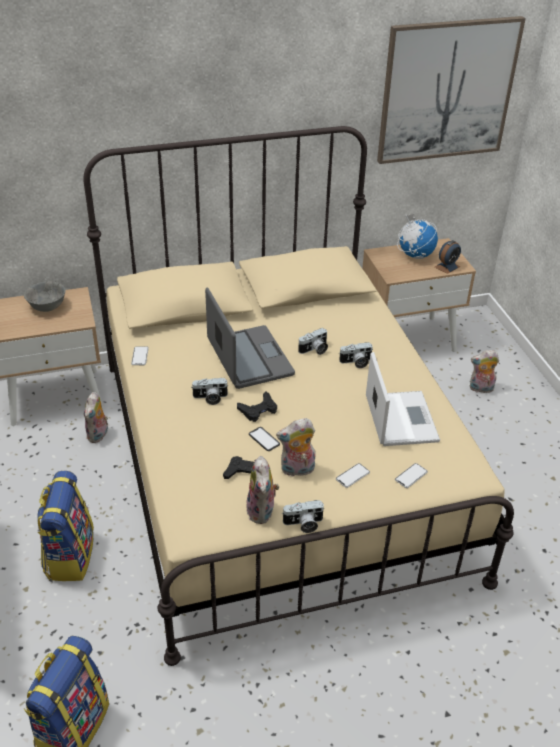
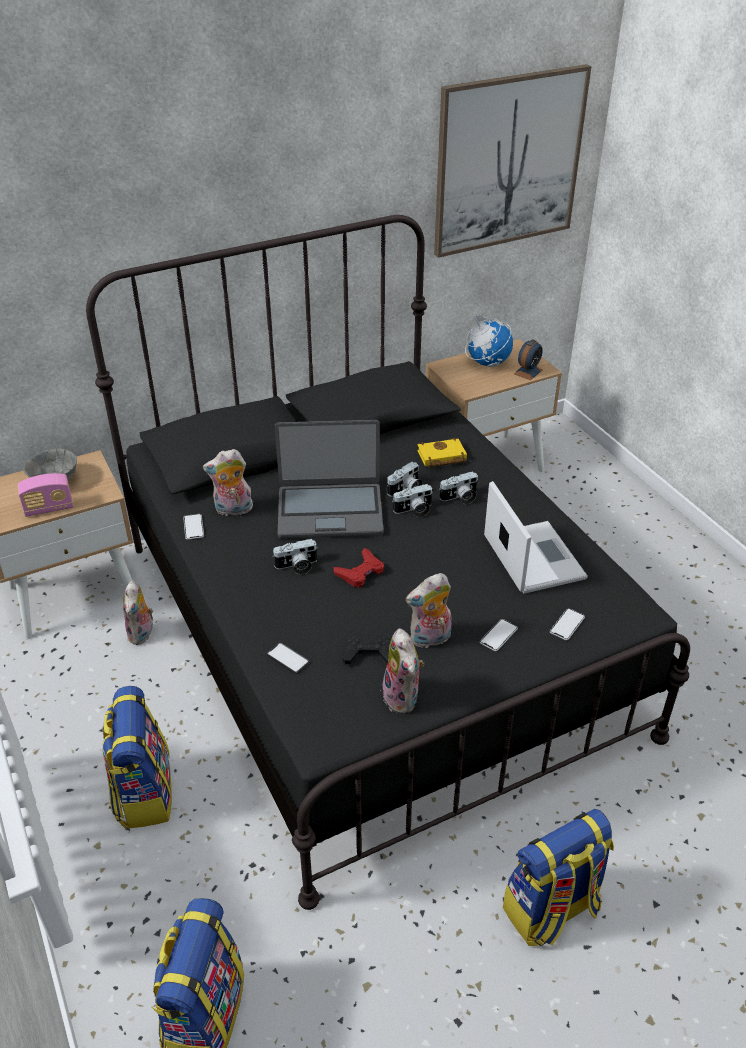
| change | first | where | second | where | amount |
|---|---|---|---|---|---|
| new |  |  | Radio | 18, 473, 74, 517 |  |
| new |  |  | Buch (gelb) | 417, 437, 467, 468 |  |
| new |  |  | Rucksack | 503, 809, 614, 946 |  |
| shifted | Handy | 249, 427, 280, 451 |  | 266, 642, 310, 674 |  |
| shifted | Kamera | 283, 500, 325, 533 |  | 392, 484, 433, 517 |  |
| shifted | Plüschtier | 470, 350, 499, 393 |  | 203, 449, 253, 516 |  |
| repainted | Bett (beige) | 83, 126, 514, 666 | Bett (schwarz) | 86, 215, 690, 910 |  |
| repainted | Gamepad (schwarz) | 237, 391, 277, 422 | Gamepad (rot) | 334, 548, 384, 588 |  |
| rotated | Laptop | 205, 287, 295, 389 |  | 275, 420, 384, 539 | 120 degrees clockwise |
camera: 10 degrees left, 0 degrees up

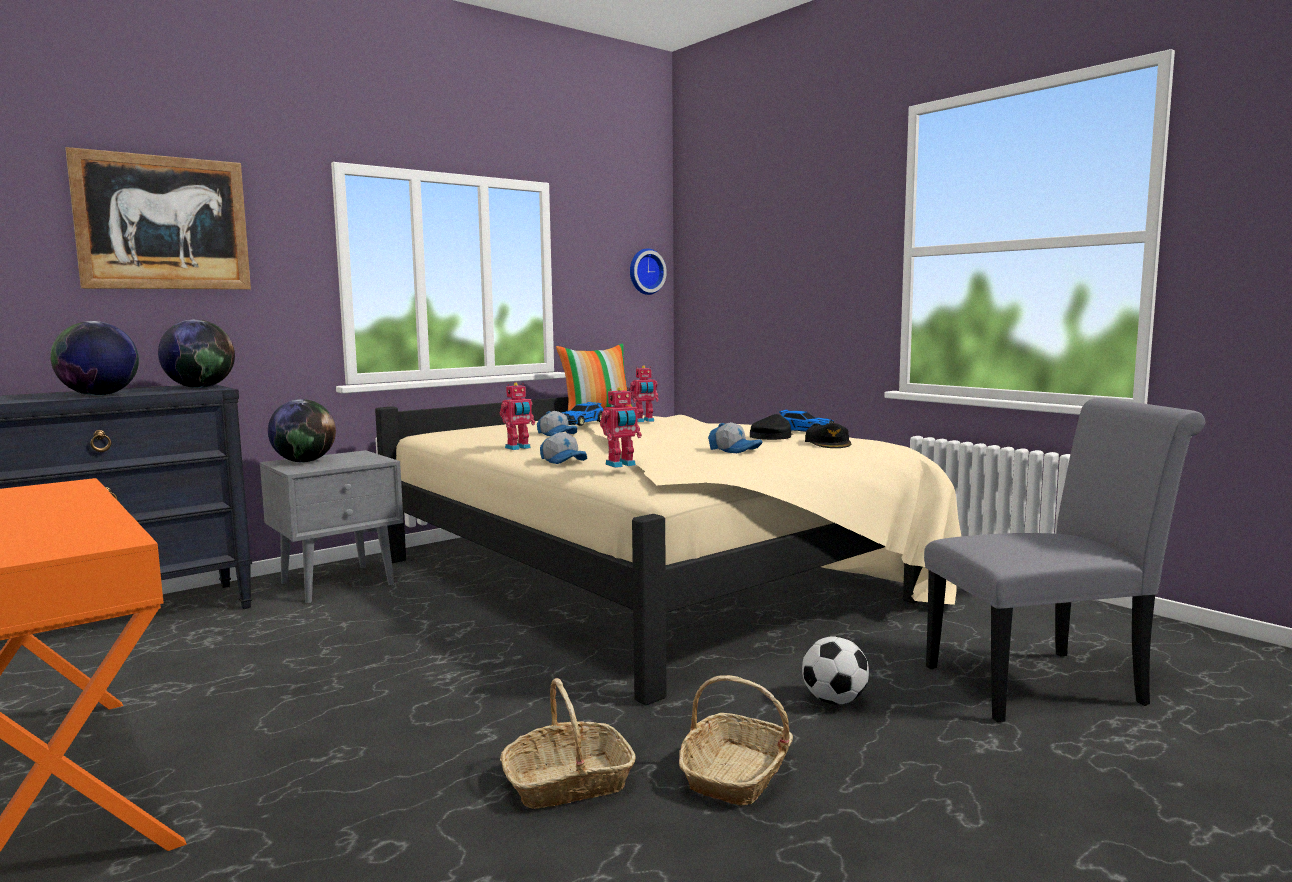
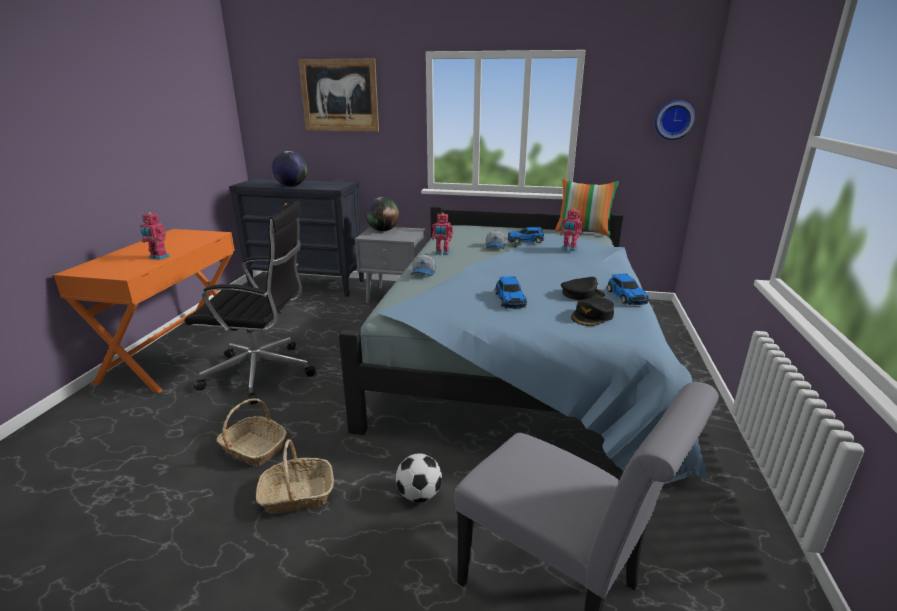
| change | first | where | second | where | amount |
|---|---|---|---|---|---|
| gone | Globus | 158, 319, 235, 388 |  |  |  |
| new |  |  | Bürostuhl (schwarz) | 184, 201, 315, 405 |  |
| shifted | Spielzeugroboter | 600, 387, 642, 468 |  | 140, 212, 170, 260 |  |
| swapped | Kappe | 708, 422, 763, 453 | Spielzeugauto | 495, 276, 527, 309 |  |
| repainted | Bett (beige) | 375, 388, 961, 706 | Bett (blau) | 339, 206, 707, 484 |  |
camera: 50 degrees right, 15 degrees up

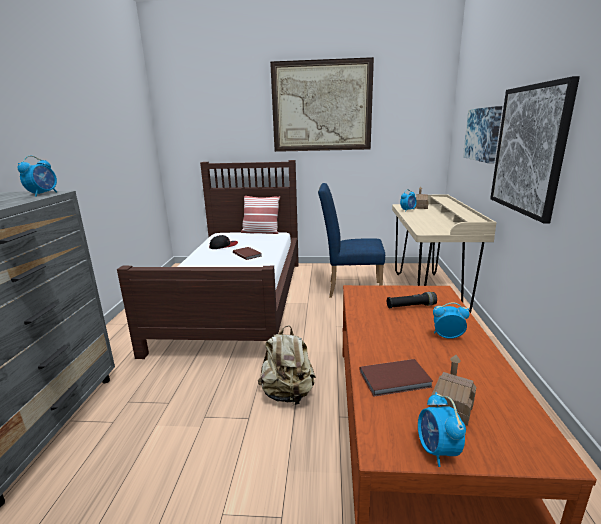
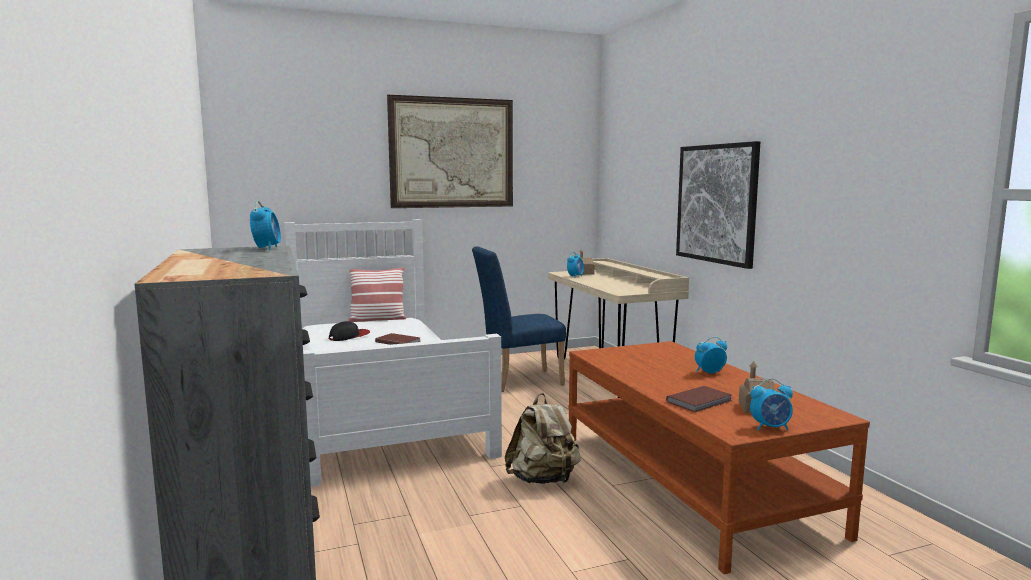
| change | first | where | second | where | amount |
|---|---|---|---|---|---|
| gone | Taschenlampe (schwarz) | 387, 292, 437, 309 |  |  |  |
| gone | Bild | 463, 106, 502, 164 |  |  |  |
| repainted | Bett (braun) | 117, 160, 299, 359 | Bett (weiß) | 285, 219, 502, 487 |  |
| rotated | Wecker | 418, 392, 466, 467 |  | 750, 378, 793, 430 | 60 degrees counterclockwise |
camera: 25 degrees left, 10 degrees down

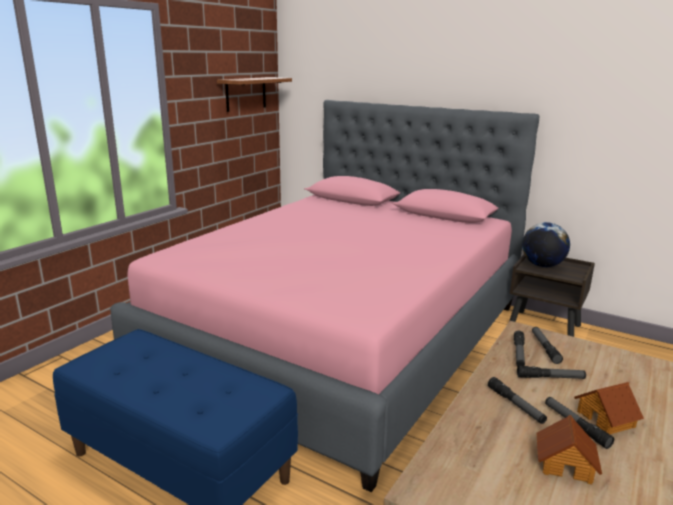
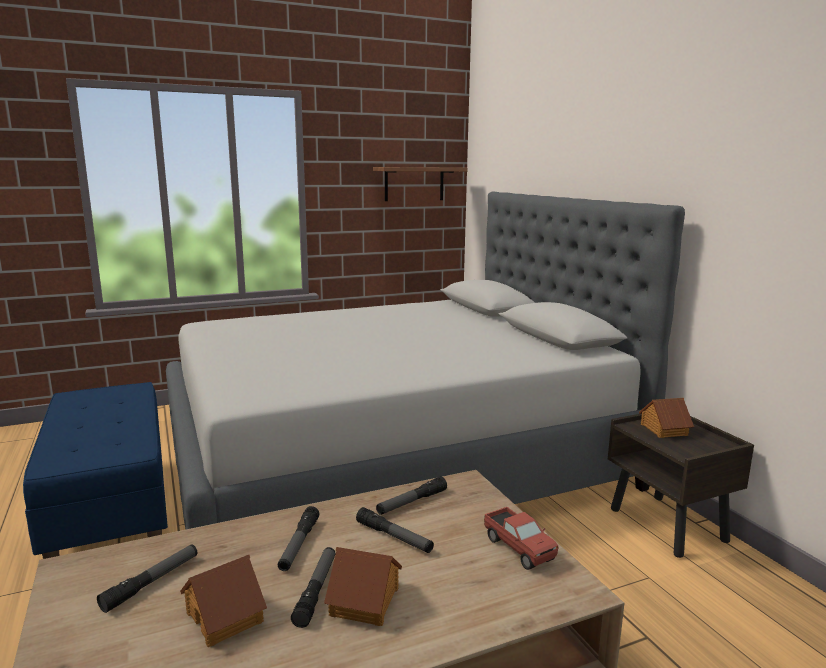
| change | first | where | second | where | amount |
|---|---|---|---|---|---|
| new |  |  | Spielzeuglaster | 484, 507, 558, 570 |  |
| shifted | Taschenlampe | 532, 327, 563, 364 |  | 97, 545, 197, 613 |  |
| swapped | Globus | 522, 222, 570, 267 | Spielzeughaus | 639, 398, 694, 438 |  |
| repainted | Bett (rosa) | 110, 100, 539, 492 | Bett (grau) | 166, 192, 685, 530 |  |
camera: 35 degrees right, 5 degrees down

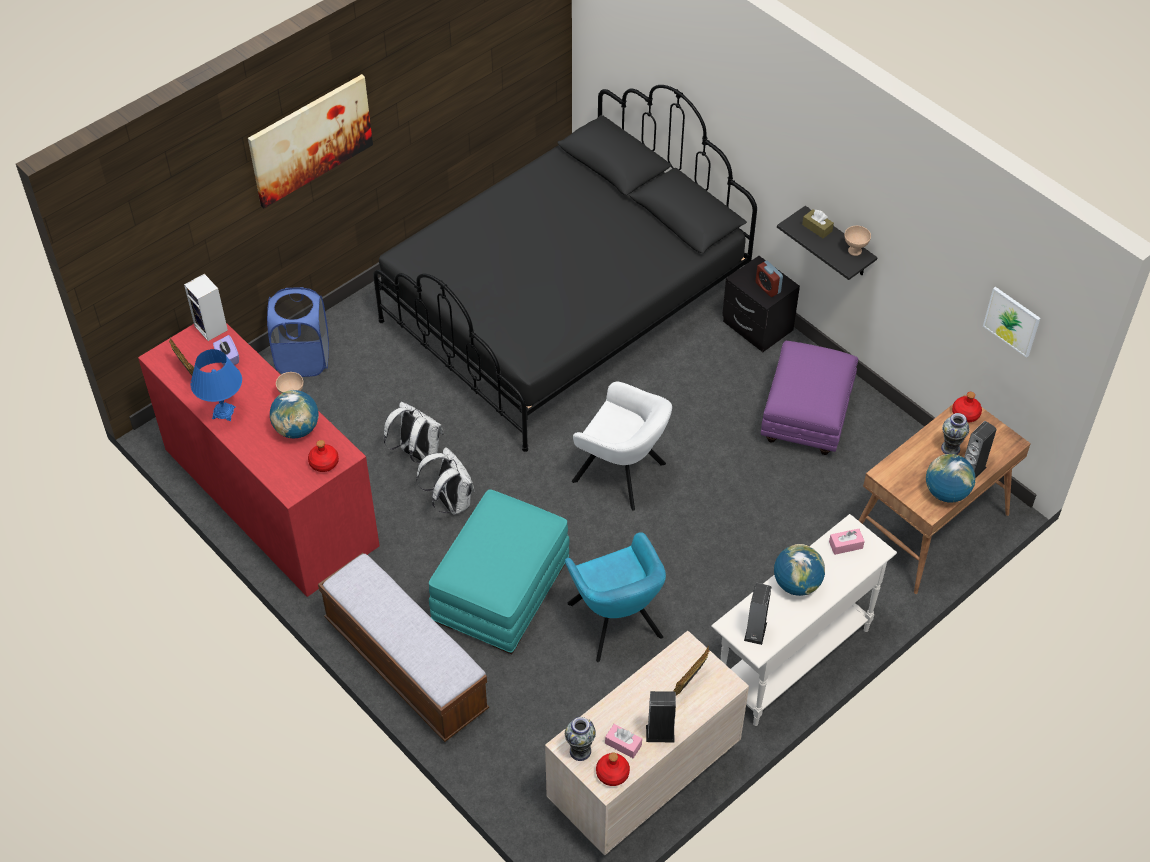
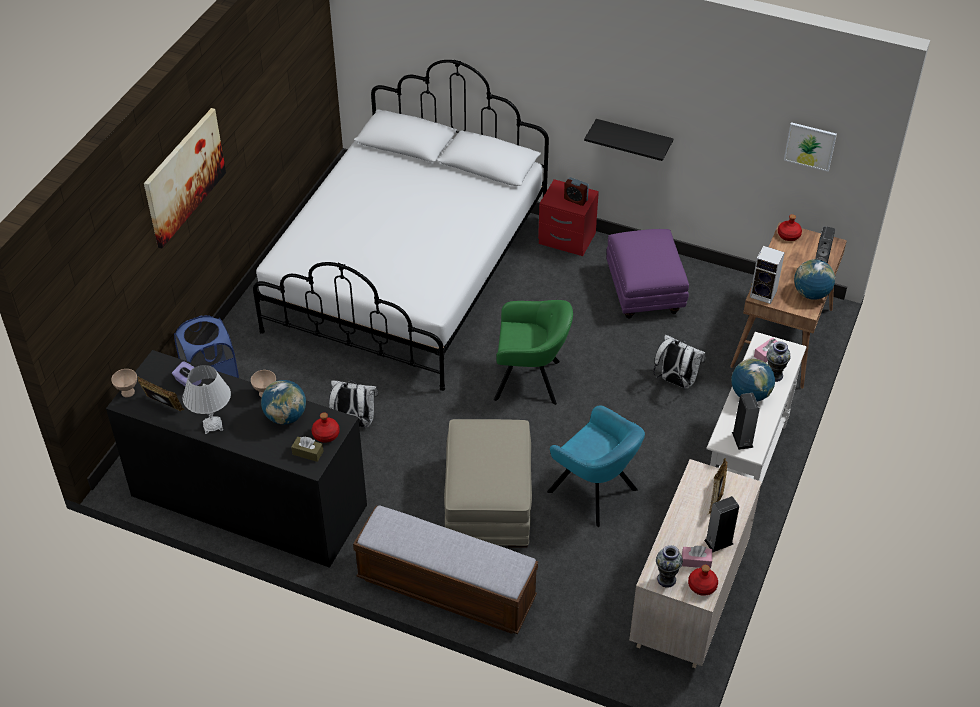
| change | first | where | second | where | amount |
|---|---|---|---|---|---|
| shifted | Lautsprecher | 184, 274, 228, 341 |  | 750, 246, 785, 304 |  |
| shifted | Rucksack (weiß) | 416, 447, 475, 515 |  | 653, 335, 706, 389 |  |
| shifted | Taschentuchbox (braun) | 802, 209, 834, 238 |  | 291, 437, 323, 462 |  |
| shifted | Schüssel (beige) | 845, 226, 871, 256 |  | 111, 369, 137, 397 |  |
| shifted | Vase | 941, 413, 969, 455 |  | 766, 341, 790, 382 |  |
| repainted | Kommode (rot) | 138, 323, 380, 597 | Kommode (schwarz) | 106, 350, 367, 568 |  |
| repainted | Tischlampe (blau) | 190, 349, 242, 421 | Tischlampe (weiß) | 182, 365, 231, 434 |  |
| repainted | Bett (schwarz) | 373, 85, 757, 452 | Bett (weiß) | 253, 60, 549, 391 |  |
| repainted | Polsterhocker (türkis) | 429, 490, 569, 655 | Polsterhocker (beige) | 444, 419, 532, 548 |  |
| repainted | Sessel (weiß) | 572, 382, 672, 511 | Sessel (grün) | 494, 300, 573, 405 |  |
| repainted | Nachttisch (schwarz) | 722, 256, 800, 352 | Nachttisch (rot) | 538, 179, 599, 256 |  |
camera: 25 degrees left, 5 degrees down

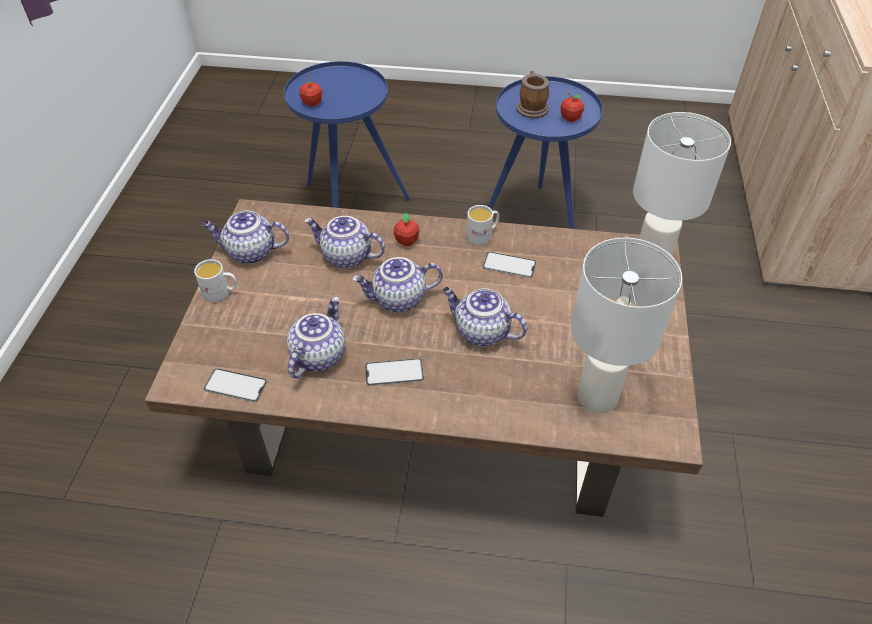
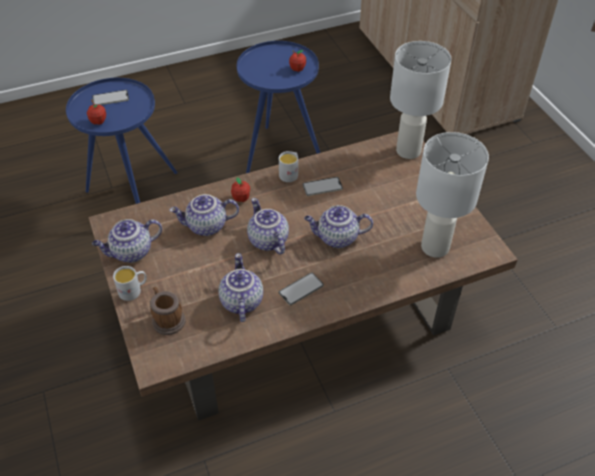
| change | first | where | second | where | amount |
|---|---|---|---|---|---|
| shifted | Handy | 204, 368, 267, 402 |  | 92, 90, 129, 105 |  |
| shifted | Henkelbecher | 517, 71, 549, 118 |  | 150, 287, 186, 335 |  |
| rotated | Teekanne | 352, 257, 443, 312 |  | 247, 198, 289, 255 | 105 degrees clockwise |
camera: 30 degrees left, 0 degrees up

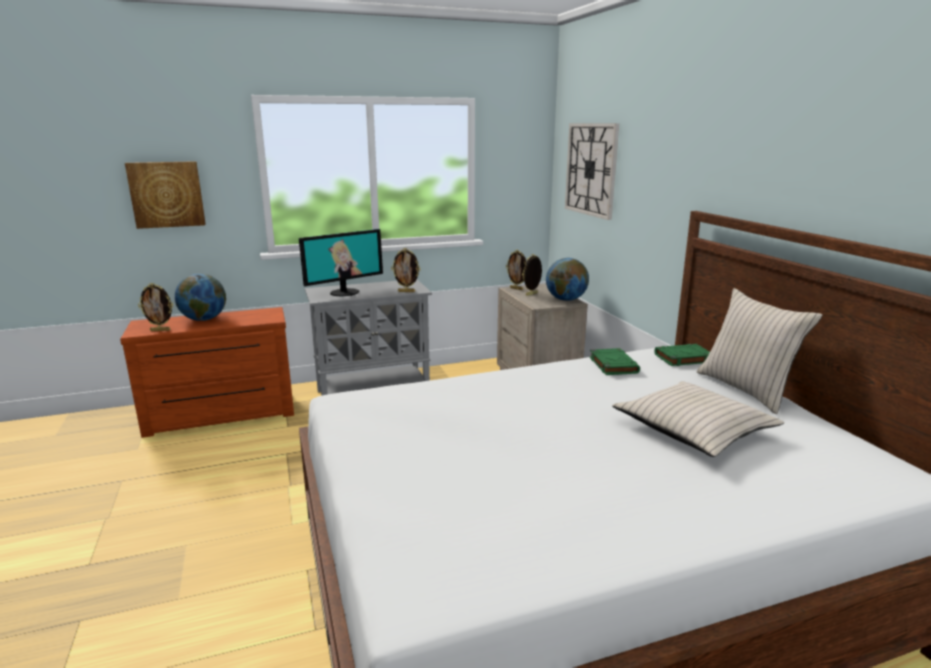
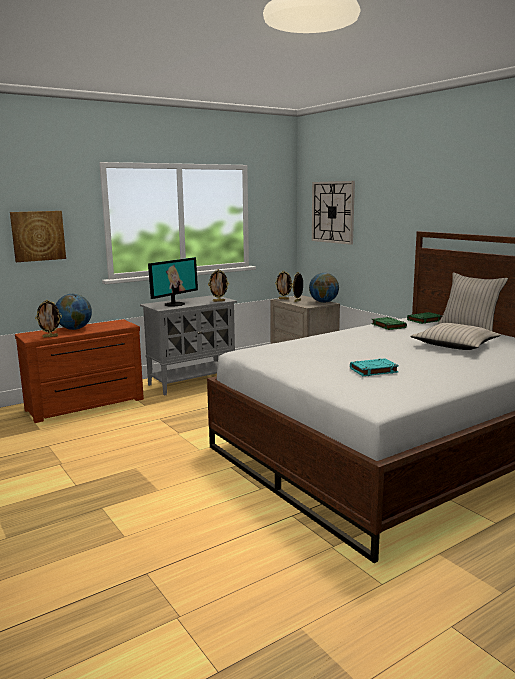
| change | first | where | second | where | amount |
|---|---|---|---|---|---|
| new |  |  | Buch (türkis) | 350, 358, 399, 376 |  |
camera: 15 degrees left, 5 degrees down

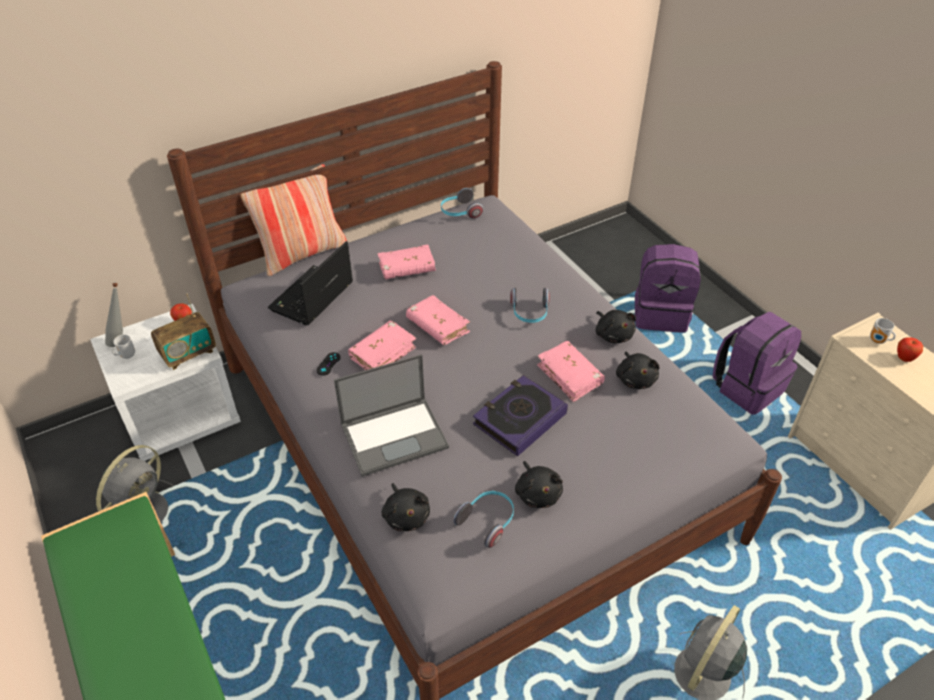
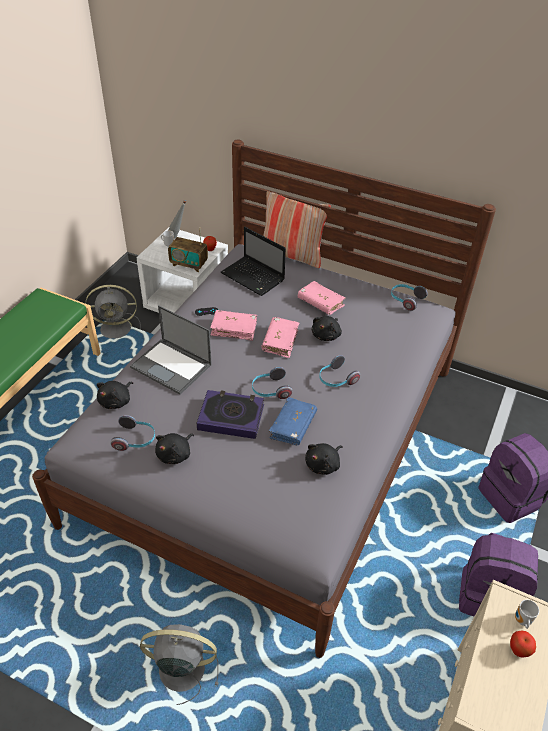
| change | first | where | second | where | amount |
|---|---|---|---|---|---|
| new |  |  | Kopfhörer | 252, 367, 293, 399 |  |
| shifted | Plüschtier (schwarz) | 596, 310, 636, 343 |  | 311, 316, 342, 341 |  |
| repainted | Buch (rosa) | 537, 341, 605, 402 | Buch (blau) | 269, 397, 317, 445 |  |
| rotated | Laptop | 268, 241, 353, 326 |  | 221, 227, 286, 296 | 135 degrees counterclockwise |
camera: 55 degrees right, 0 degrees up

